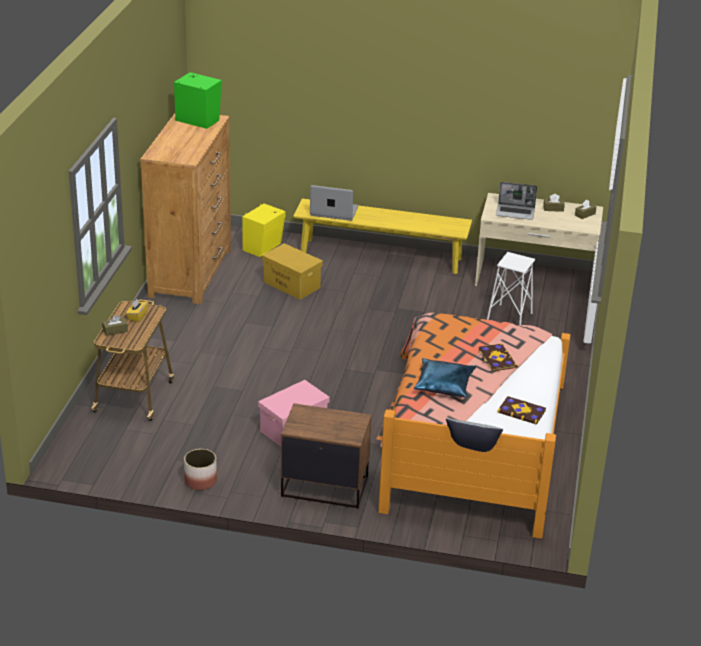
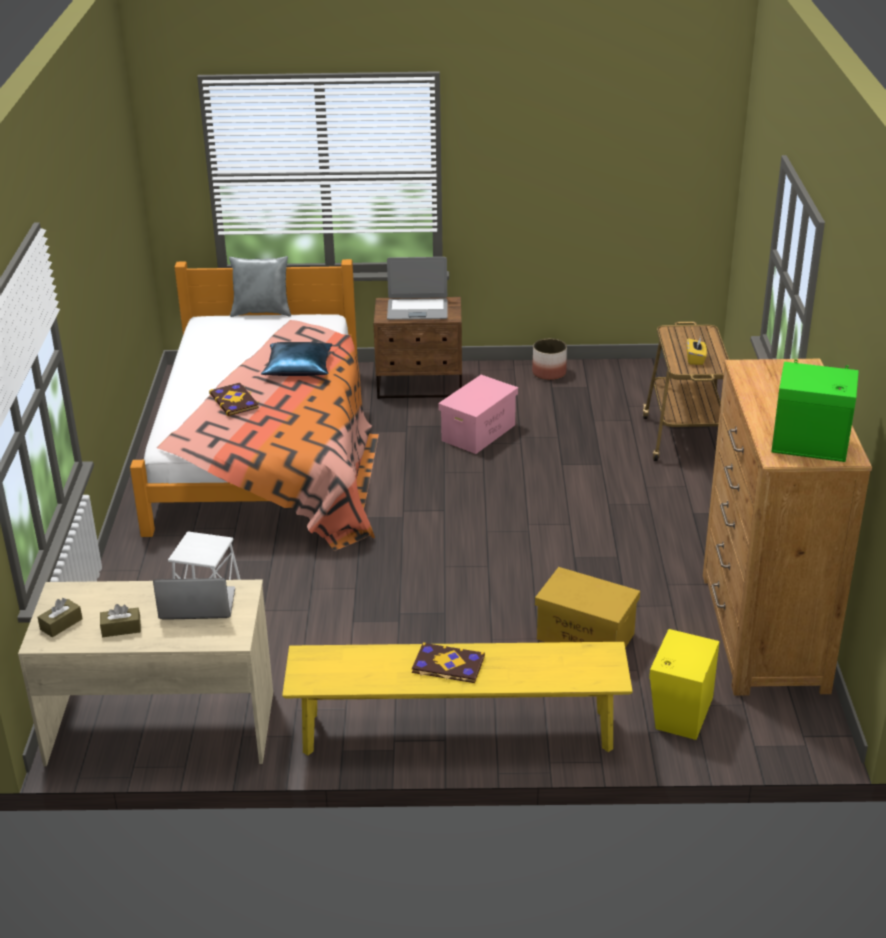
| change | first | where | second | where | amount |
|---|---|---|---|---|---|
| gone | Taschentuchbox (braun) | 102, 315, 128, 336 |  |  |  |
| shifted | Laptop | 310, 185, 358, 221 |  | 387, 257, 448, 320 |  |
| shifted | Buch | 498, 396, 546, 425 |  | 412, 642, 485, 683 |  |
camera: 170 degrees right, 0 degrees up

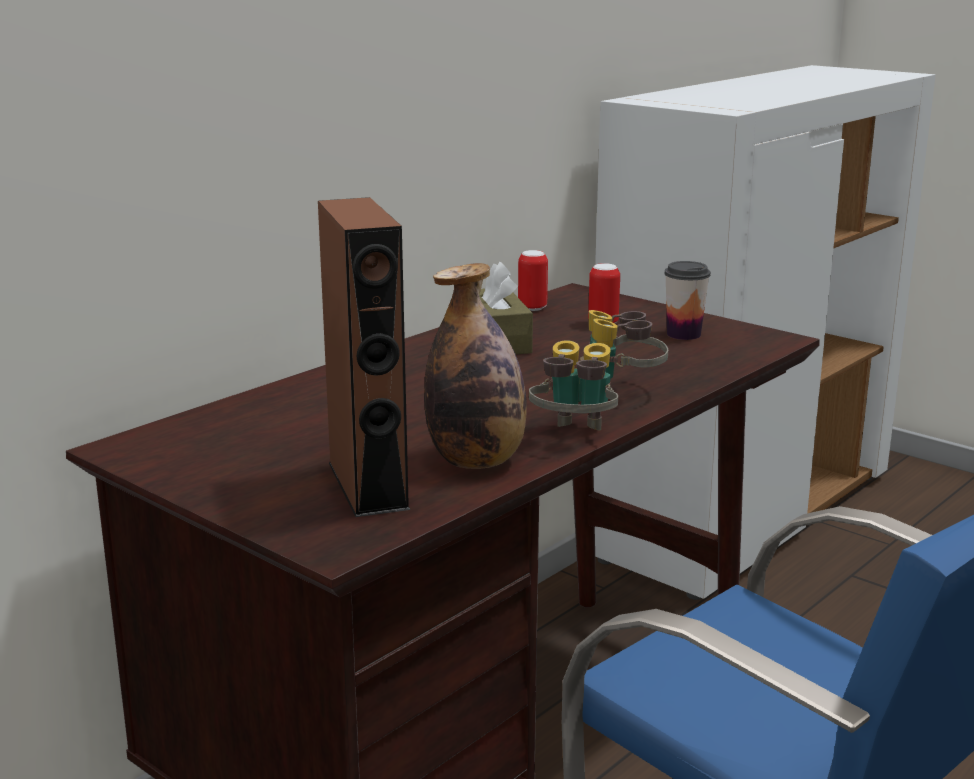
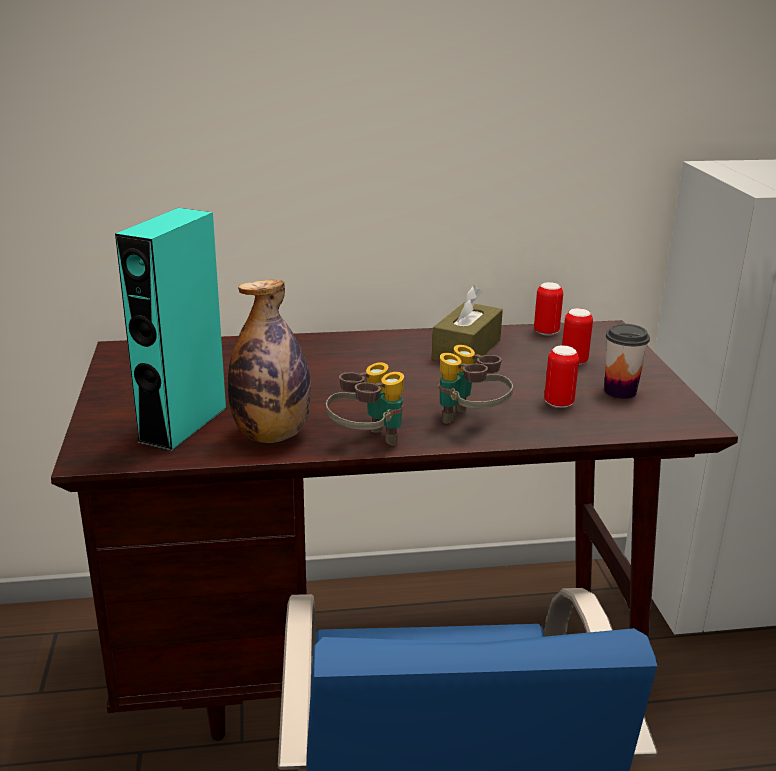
| change | first | where | second | where | amount |
|---|---|---|---|---|---|
| new |  |  | Dose | 544, 346, 579, 408 |  |
| repainted | Lautsprecher (braun) | 318, 197, 411, 517 | Lautsprecher (türkis) | 115, 208, 227, 452 |  |
camera: 40 degrees right, 5 degrees up

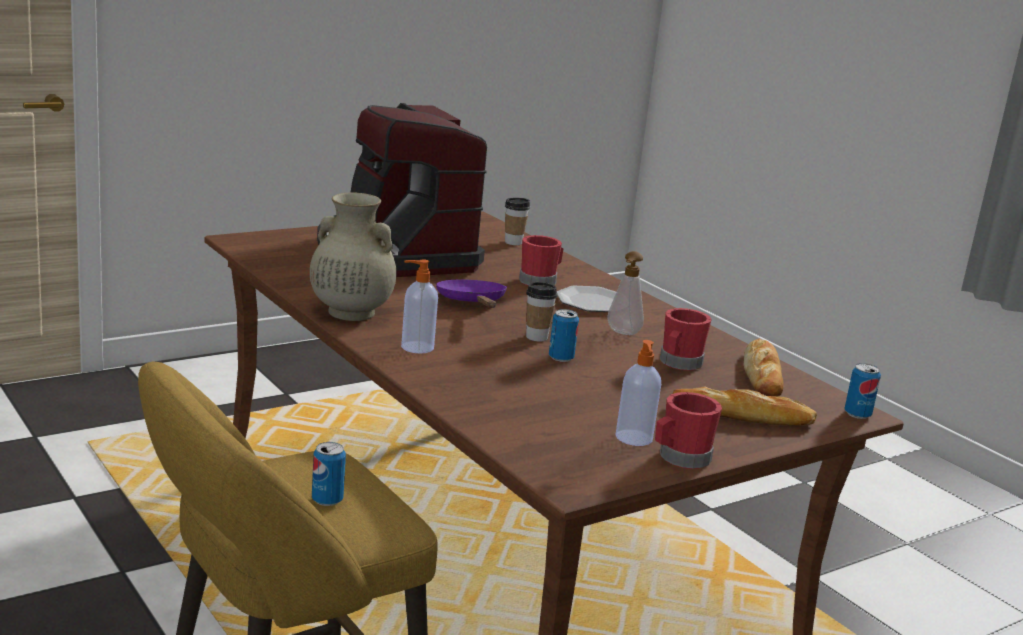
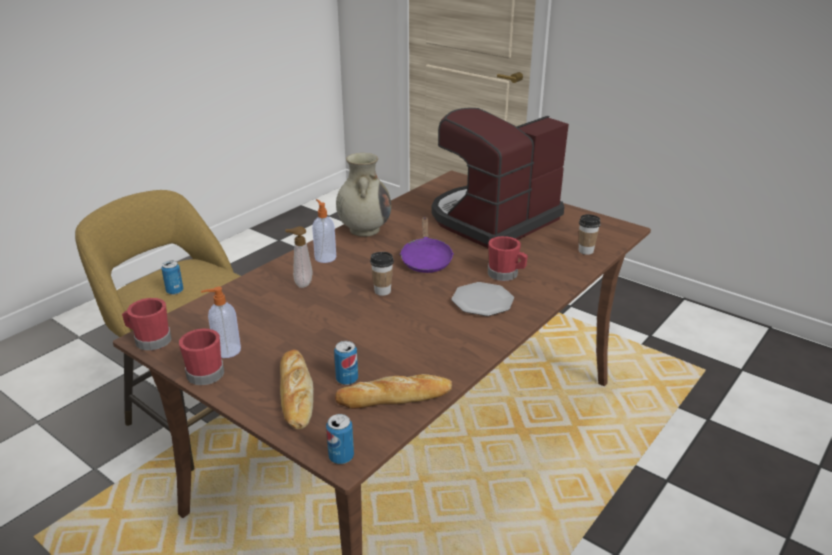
| change | first | where | second | where | amount |
|---|---|---|---|---|---|
| shifted | Dose | 549, 309, 579, 362 |  | 334, 341, 358, 385 |  |
| shifted | Seifenspender | 607, 251, 644, 335 |  | 285, 226, 313, 288 |  |
| shifted | Henkelbecher (rot) | 660, 308, 712, 371 |  | 122, 298, 172, 351 |  |
| rotated | Pfanne (lila) | 436, 279, 507, 308 |  | 400, 217, 454, 273 | 120 degrees clockwise |
camera: 75 degrees right, 10 degrees up

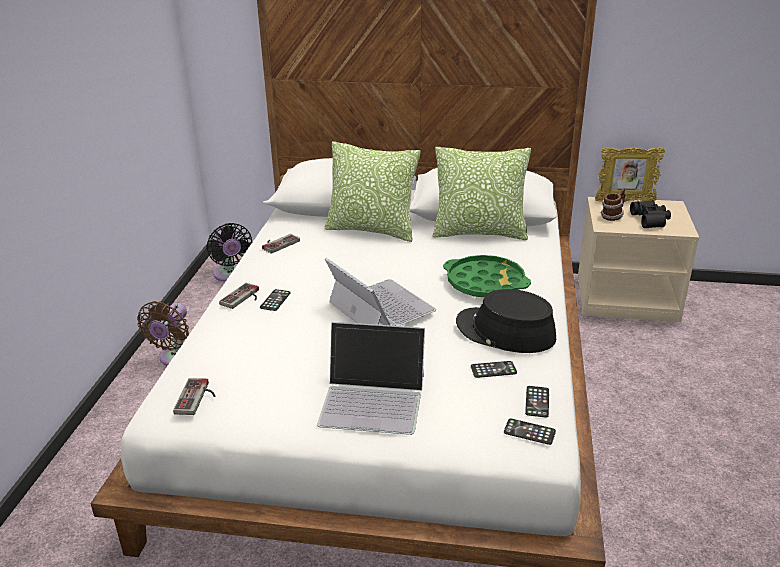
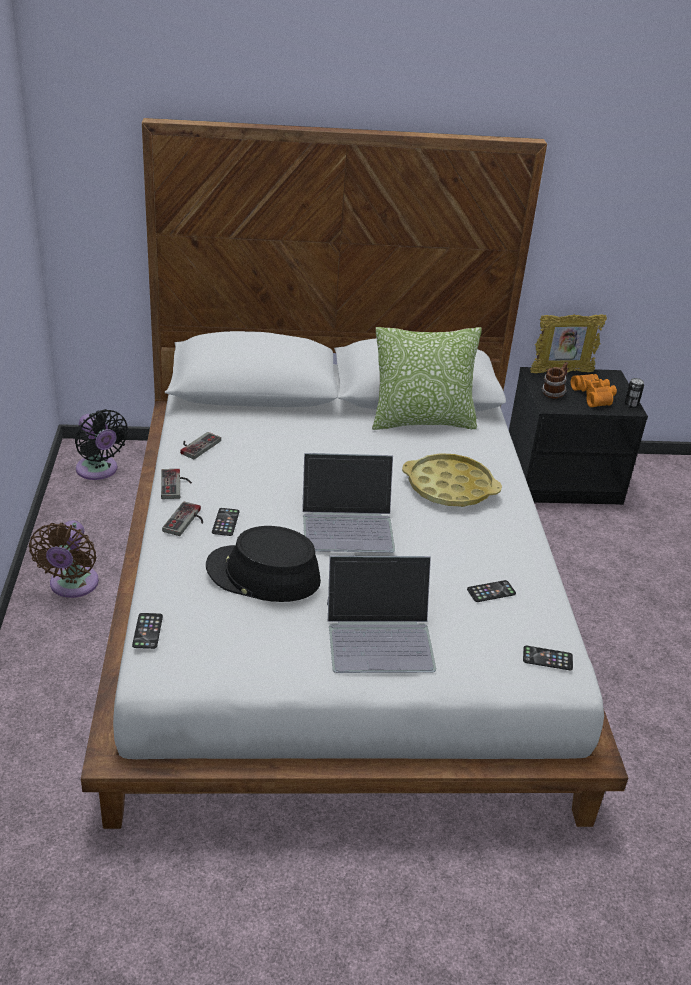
| change | first | where | second | where | amount |
|---|---|---|---|---|---|
| gone | Kissen | 325, 141, 421, 242 |  |  |  |
| new |  |  | Dose | 624, 378, 644, 408 |  |
| shifted | Gamepad | 173, 378, 215, 415 |  | 161, 469, 192, 499 |  |
| shifted | Hut (schwarz) | 456, 289, 556, 353 |  | 206, 526, 321, 602 |  |
| shifted | Handy | 525, 386, 549, 417 |  | 132, 613, 163, 649 |  |
| repainted | Tablett (grün) | 443, 255, 531, 297 | Tablett (gelb) | 402, 453, 502, 507 |  |
| repainted | Nachttisch (beige) | 578, 197, 699, 322 | Nachttisch (schwarz) | 509, 367, 648, 505 |  |
| repainted | Fernglas (schwarz) | 630, 200, 671, 228 | Fernglas (orange) | 571, 374, 617, 407 |  |
| rotated | Laptop | 325, 258, 436, 326 |  | 302, 453, 395, 553 | 135 degrees clockwise |
camera: 15 degrees left, 5 degrees up

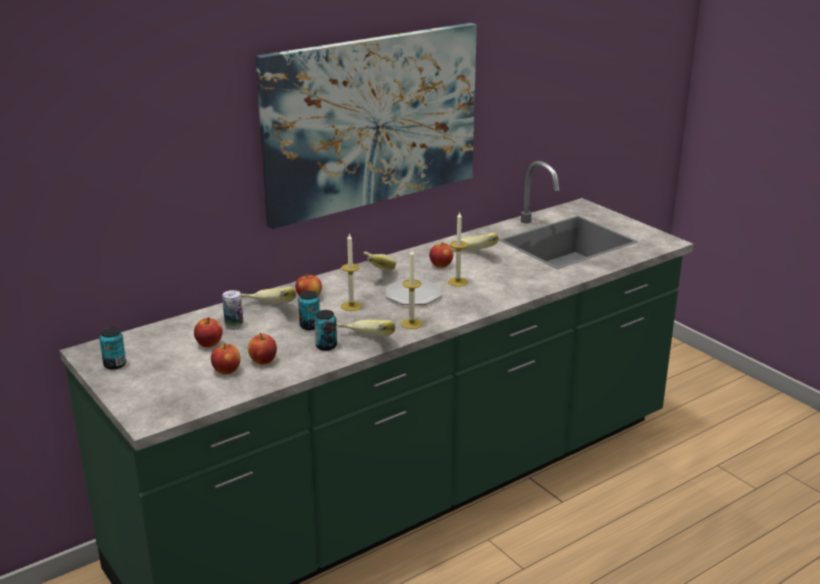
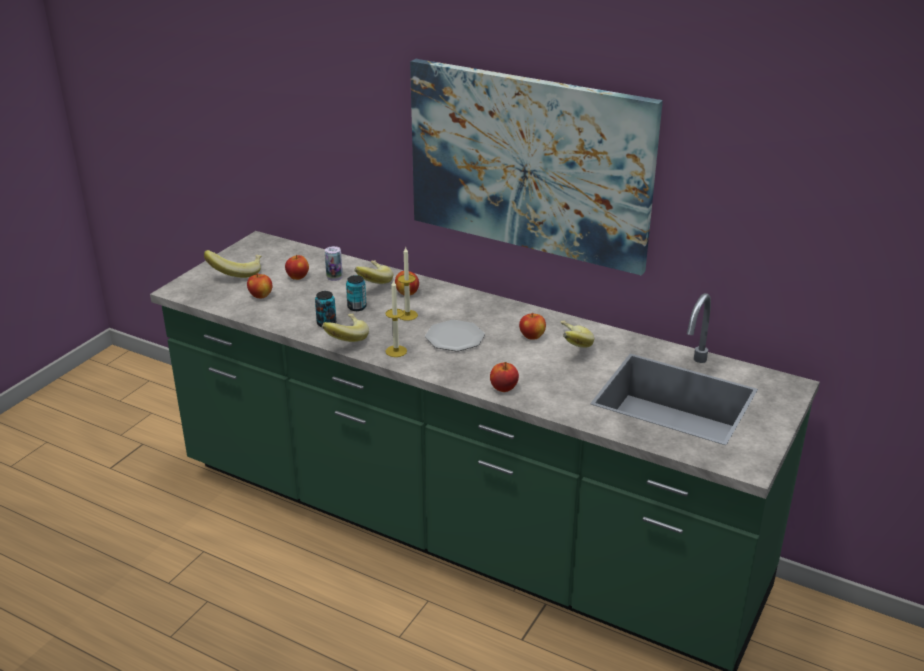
| change | first | where | second | where | amount |
|---|---|---|---|---|---|
| gone | Dose | 99, 327, 126, 370 |  |  |  |
| gone | Kerze | 448, 211, 468, 287 |  |  |  |
| shifted | Apfel | 248, 333, 277, 365 |  | 490, 362, 519, 392 |  |
| shifted | Banane | 364, 252, 396, 271 |  | 204, 250, 262, 278 |  |
camera: 65 degrees right, 5 degrees up

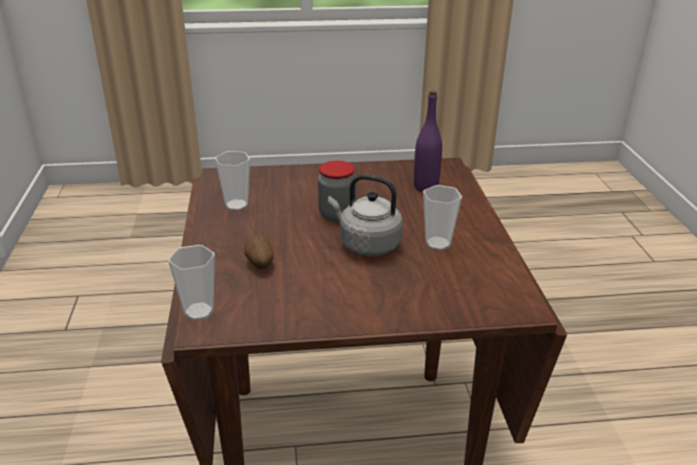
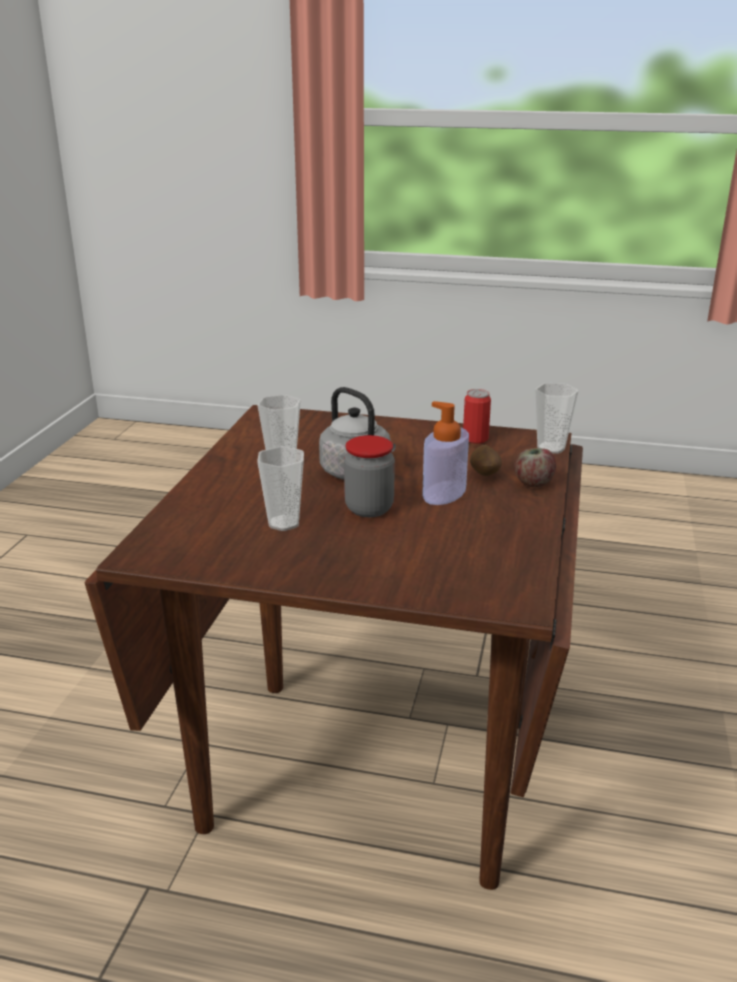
| change | first | where | second | where | amount |
|---|---|---|---|---|---|
| gone | Flasche (lila) | 414, 91, 442, 192 |  |  |  |
| new |  |  | Seifenspender | 422, 401, 469, 505 |  |
| new |  |  | Dose | 463, 389, 491, 444 |  |
| new |  |  | Apfel | 515, 448, 556, 487 |  |
| shifted | Tasse | 215, 151, 250, 211 |  | 257, 446, 304, 531 |  |
camera: 160 degrees left, 5 degrees down

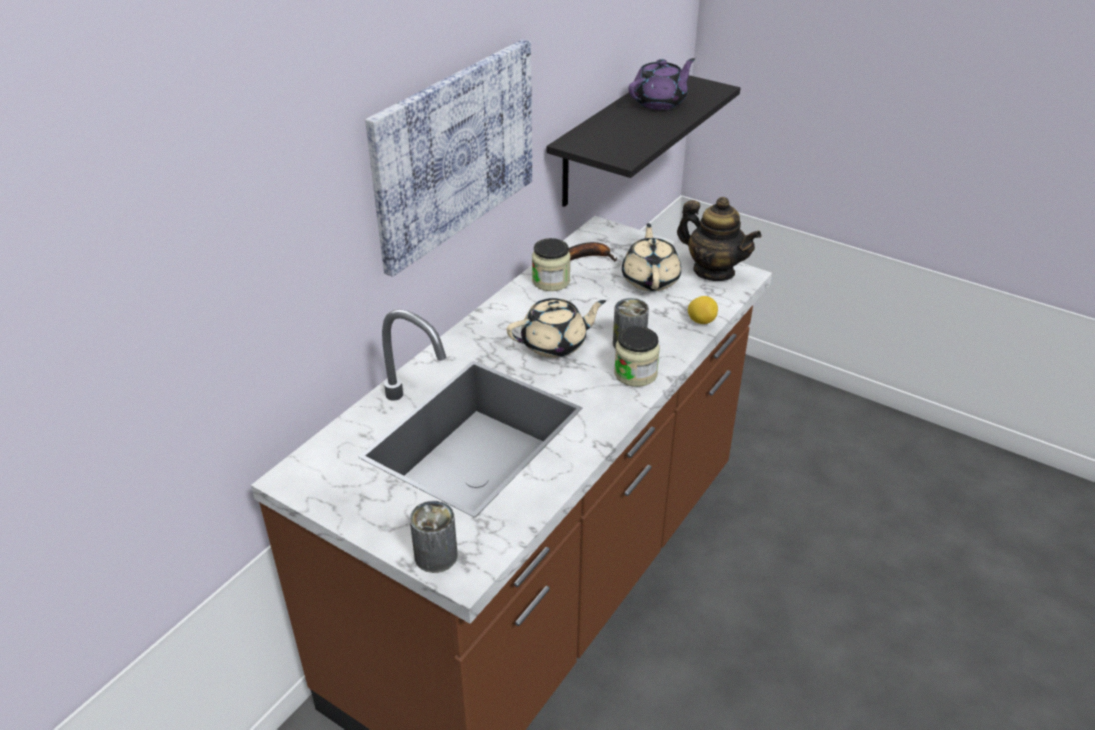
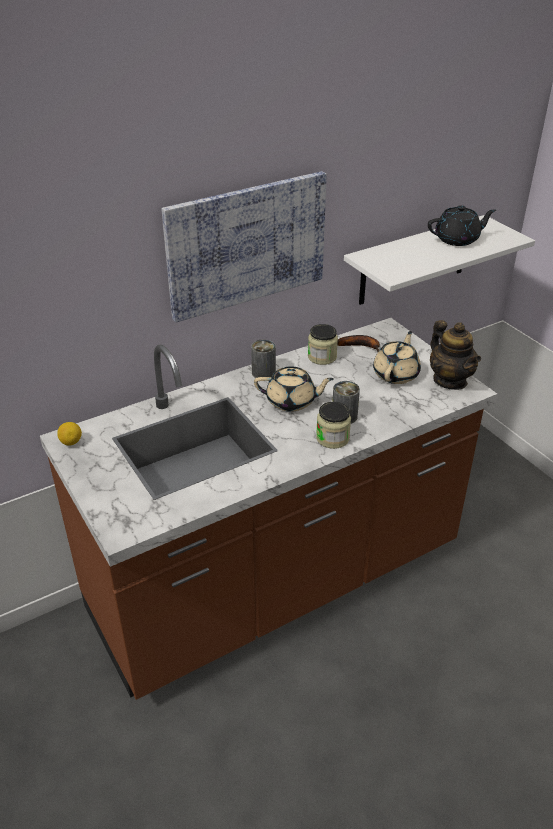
| change | first | where | second | where | amount |
|---|---|---|---|---|---|
| shifted | Dose | 410, 501, 458, 573 |  | 251, 339, 276, 378 |  |
| shifted | Zitrone | 688, 296, 718, 324 |  | 57, 422, 82, 446 |  |
| repainted | Wandregal (schwarz) | 547, 75, 740, 207 | Wandregal (weiß) | 344, 215, 535, 305 |  |
| repainted | Teekanne (lila) | 629, 58, 695, 110 | Teekanne (schwarz) | 428, 205, 496, 246 |  |
camera: 25 degrees right, 0 degrees up

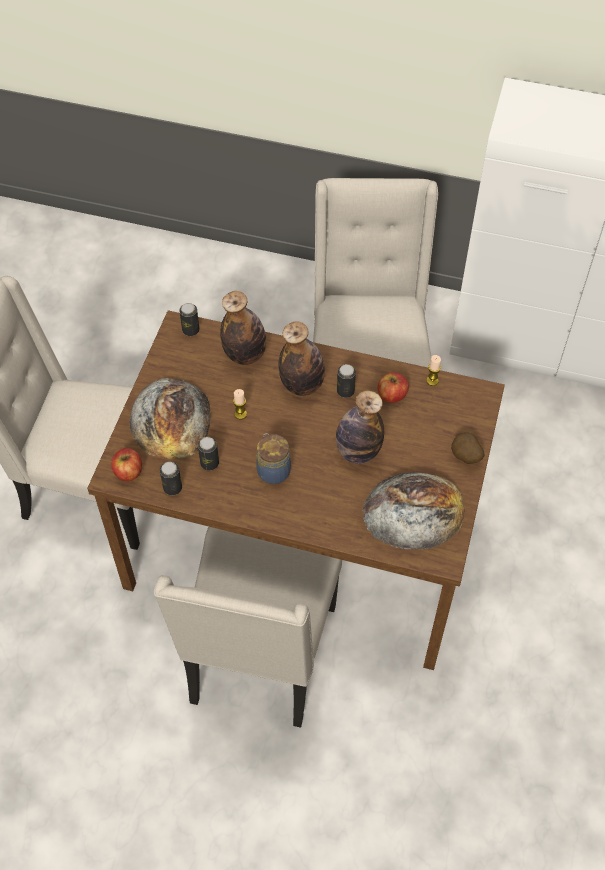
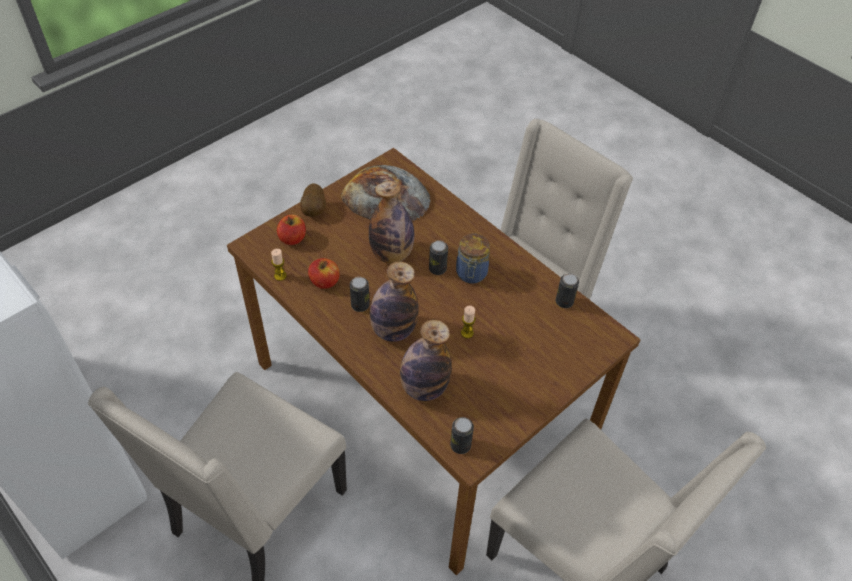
| change | first | where | second | where | amount |
|---|---|---|---|---|---|
| gone | Brot | 129, 378, 211, 459 |  |  |  |
| shifted | Apfel | 111, 448, 142, 481 |  | 277, 215, 306, 245 |  |
| shifted | Dose | 198, 437, 219, 471 |  | 429, 240, 448, 275 |  |
camera: 150 degrees left, 5 degrees down

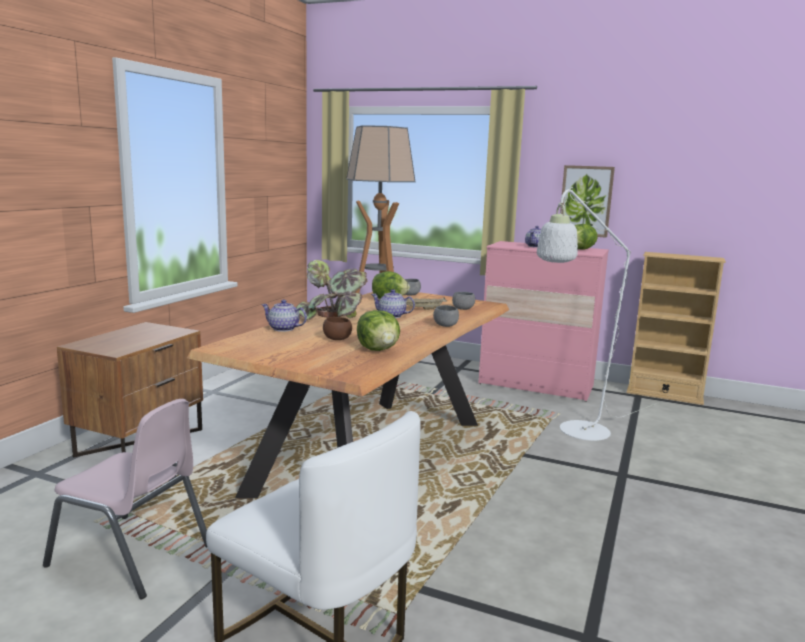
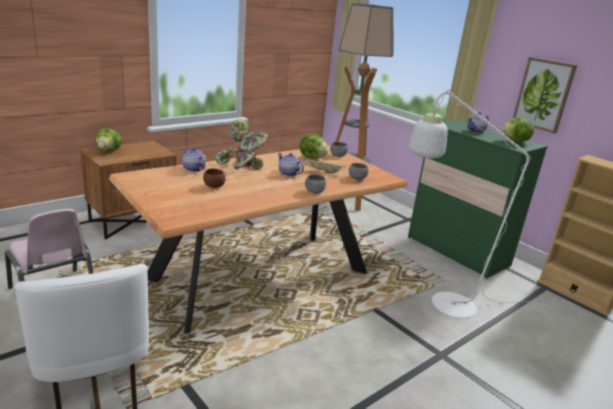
| change | first | where | second | where | amount |
|---|---|---|---|---|---|
| shifted | Salatkopf | 357, 310, 400, 351 |  | 95, 128, 122, 152 |  |
| repainted | Kommode (rosa) | 479, 241, 609, 402 | Kommode (grün) | 408, 119, 548, 279 |  |
camera: 25 degrees right, 10 degrees up

